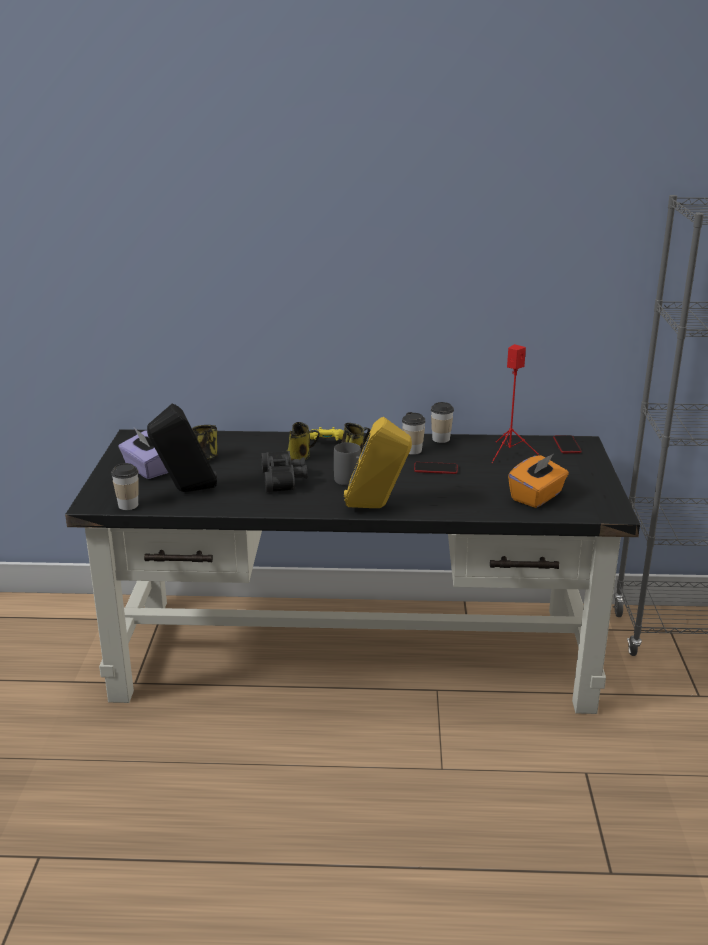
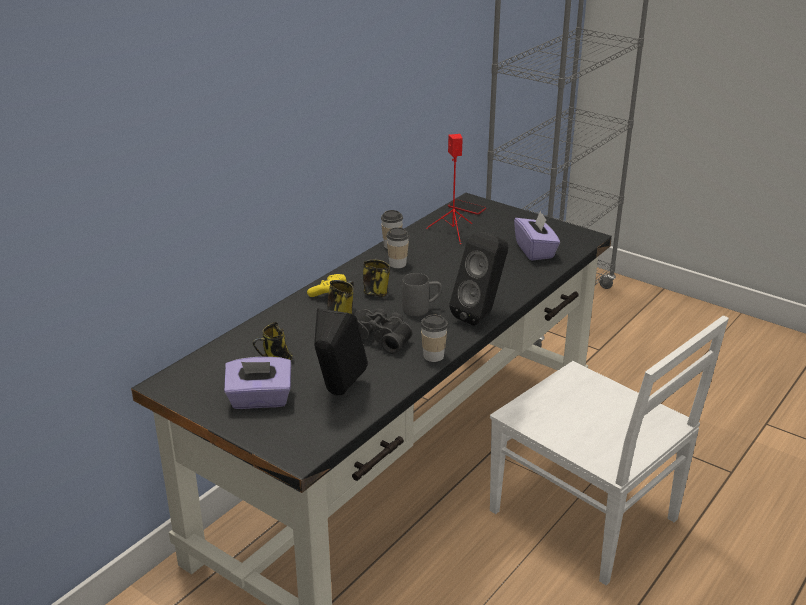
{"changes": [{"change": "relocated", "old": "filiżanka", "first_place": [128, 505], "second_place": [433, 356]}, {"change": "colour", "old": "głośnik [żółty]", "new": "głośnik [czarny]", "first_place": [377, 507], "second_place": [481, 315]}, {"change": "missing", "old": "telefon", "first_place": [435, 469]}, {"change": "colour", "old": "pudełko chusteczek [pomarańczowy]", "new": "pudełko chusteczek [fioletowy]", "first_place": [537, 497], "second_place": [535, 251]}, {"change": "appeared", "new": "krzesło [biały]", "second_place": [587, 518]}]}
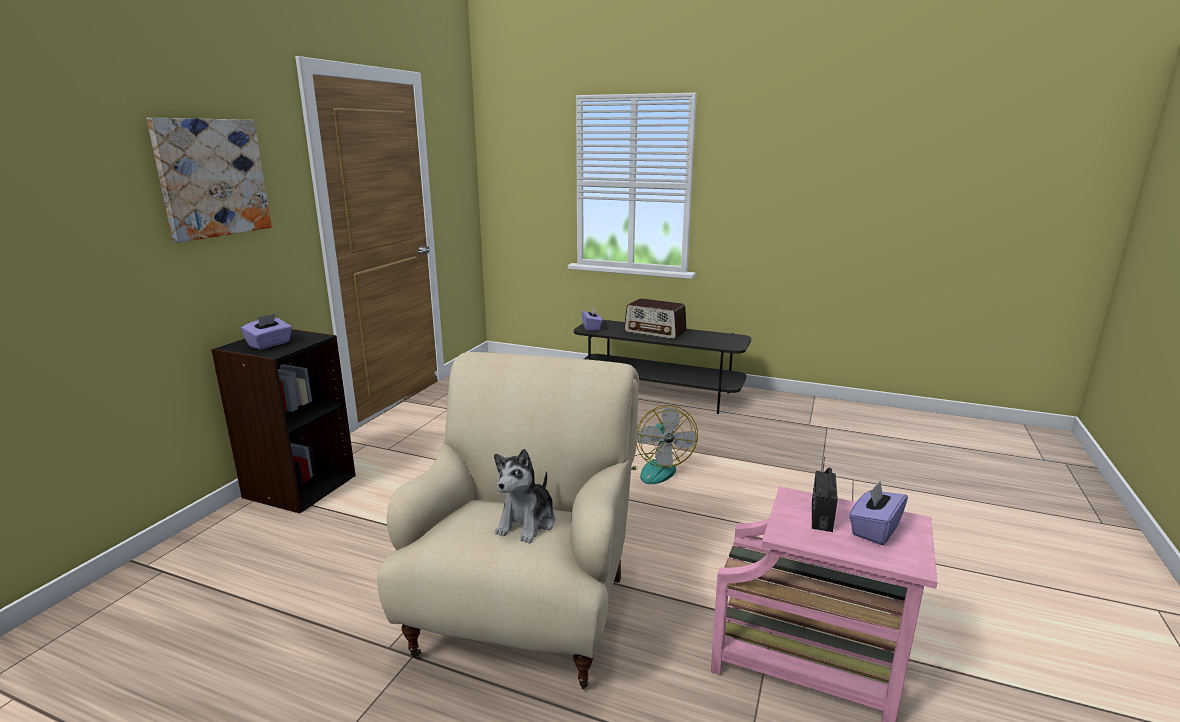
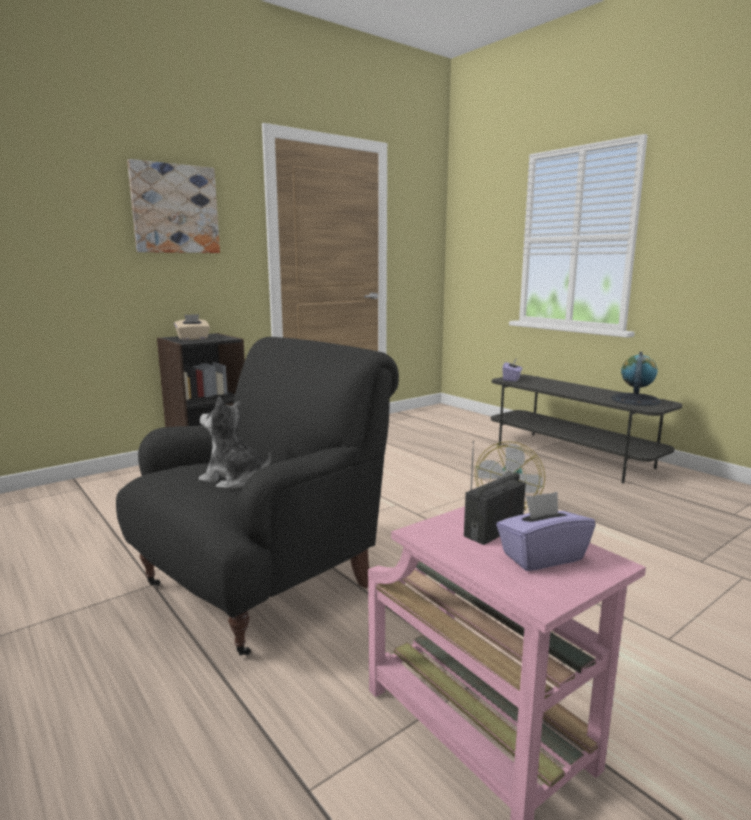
{"changes": [{"change": "colour", "old": "pudełko chusteczek [fioletowy]", "new": "pudełko chusteczek [beżowy]", "first_place": [269, 344], "second_place": [193, 338]}, {"change": "colour", "old": "fotel [beżowy]", "new": "fotel [czarny]", "first_place": [526, 612], "second_place": [264, 584]}, {"change": "spun", "old": "pluszak", "first_place": [527, 523], "second_place": [234, 479], "degrees": 60}, {"change": "missing", "old": "radio", "first_place": [655, 332]}, {"change": "appeared", "new": "globus", "second_place": [635, 400]}]}
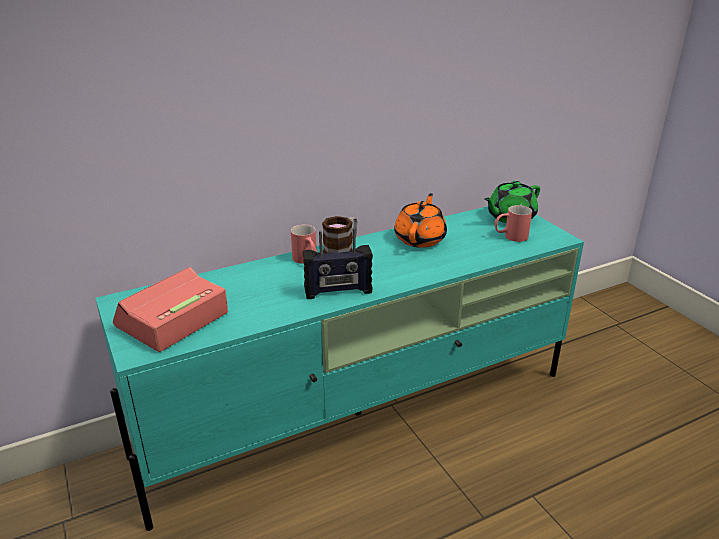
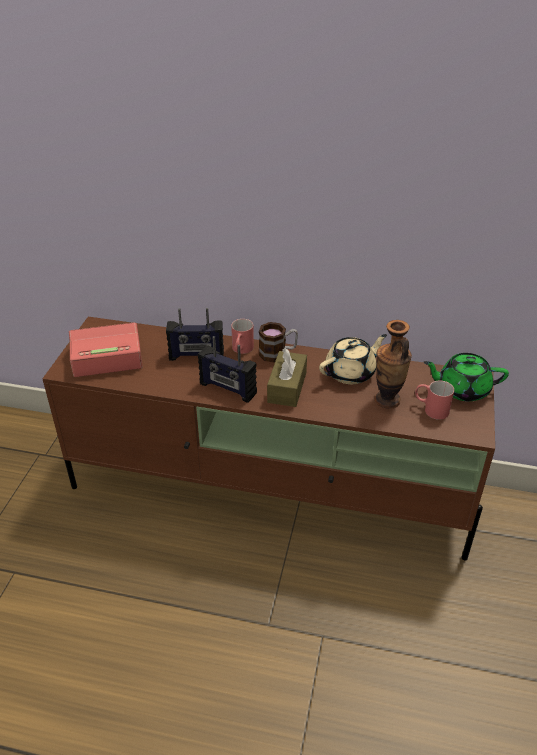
{"changes": [{"change": "colour", "old": "szafka pod telewizor [turkusowy]", "new": "szafka pod telewizor [brązowy]", "first_place": [361, 413], "second_place": [271, 492]}, {"change": "colour", "old": "imbryk [pomarańczowy]", "new": "imbryk [beżowy]", "first_place": [420, 239], "second_place": [351, 372]}, {"change": "appeared", "new": "radio", "second_place": [196, 356]}, {"change": "appeared", "new": "pudełko chusteczek [brązowy]", "second_place": [287, 387]}, {"change": "appeared", "new": "wazon", "second_place": [387, 400]}]}
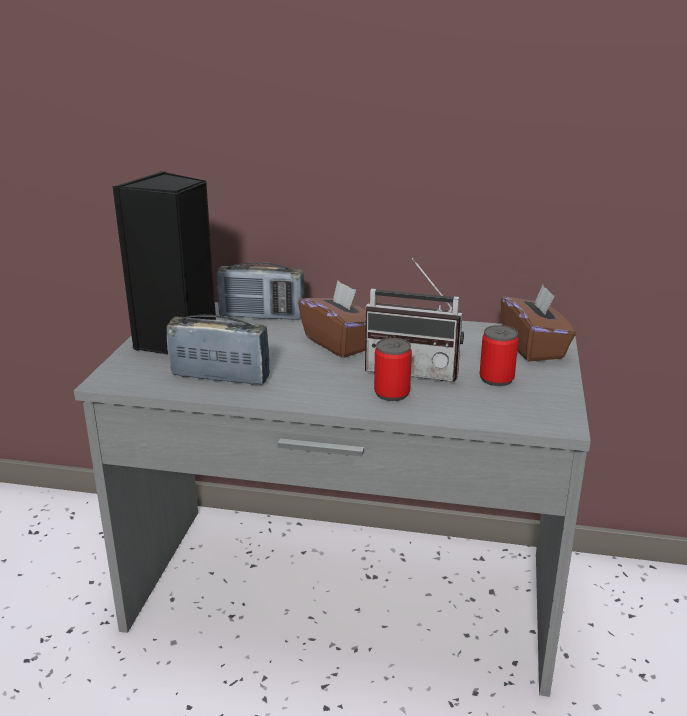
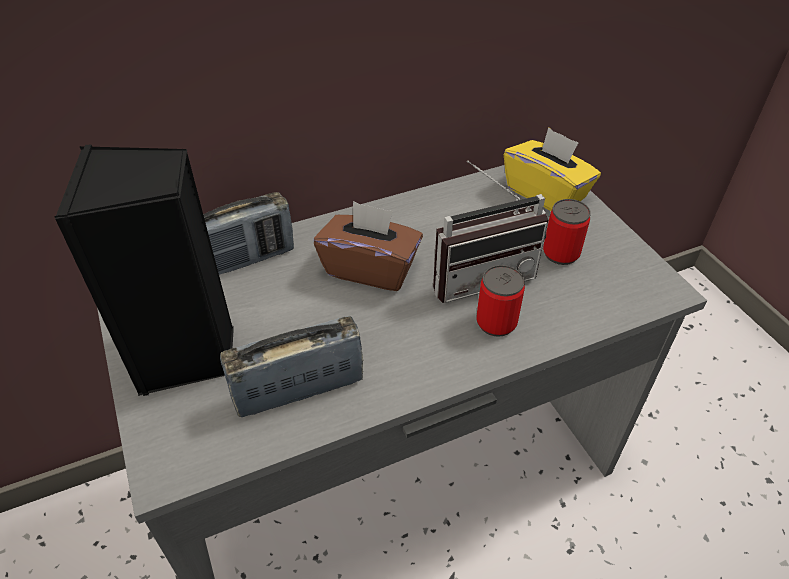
{"changes": [{"change": "colour", "old": "pudełko chusteczek [brązowy]", "new": "pudełko chusteczek [żółty]", "first_place": [534, 347], "second_place": [546, 193]}]}
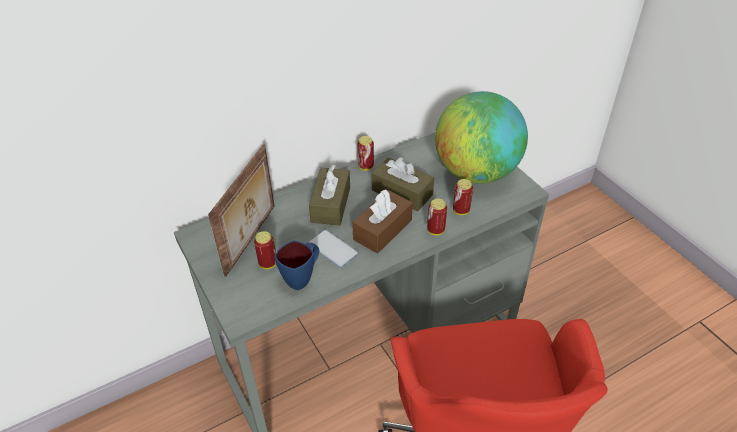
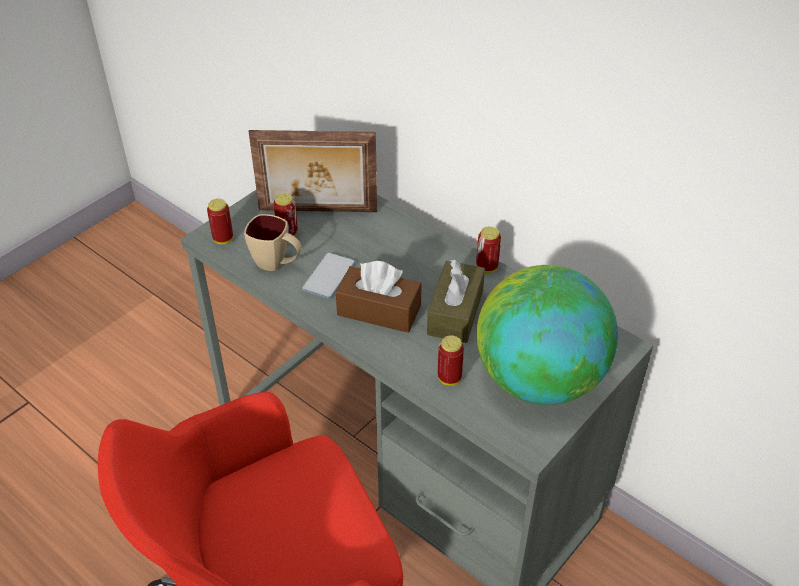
{"changes": [{"change": "colour", "old": "kubek [niebieski]", "new": "kubek [beżowy]", "first_place": [302, 277], "second_place": [277, 264]}, {"change": "missing", "old": "pudełko chusteczek [brązowy]", "first_place": [330, 204]}, {"change": "relocated", "old": "puszka", "first_place": [435, 230], "second_place": [223, 239]}]}
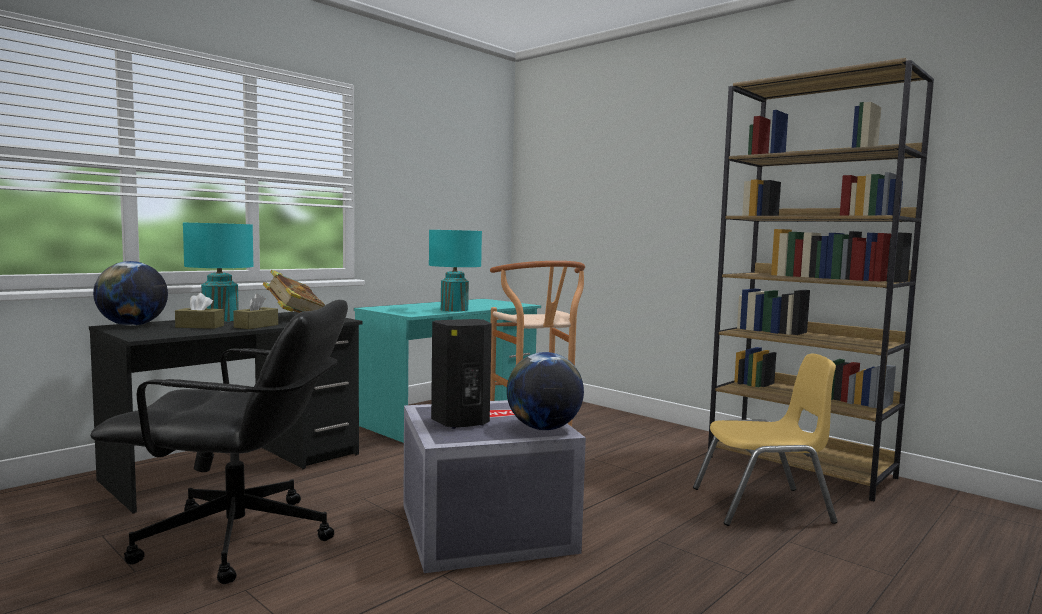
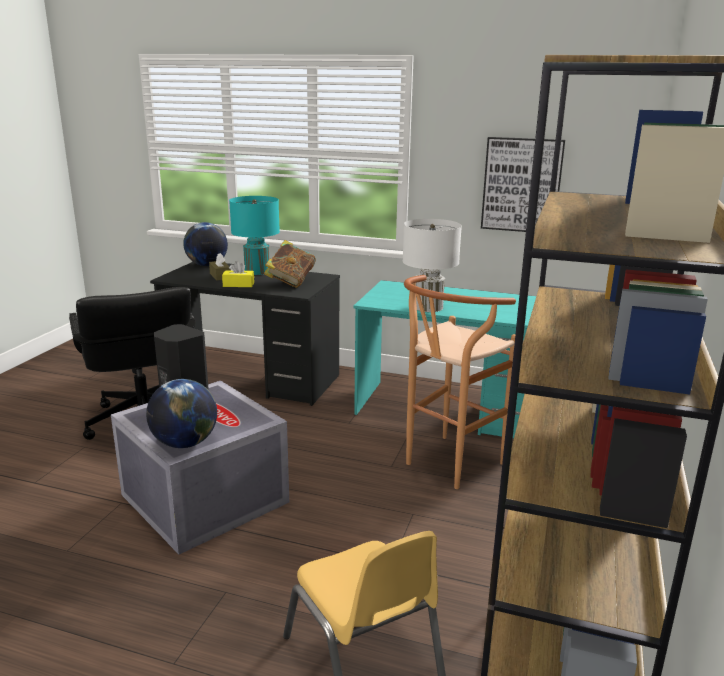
{"changes": [{"change": "colour", "old": "pudełko chusteczek [brązowy]", "new": "pudełko chusteczek [żółty]", "first_place": [256, 326], "second_place": [238, 284]}, {"change": "colour", "old": "lampa stołowa [turkusowy]", "new": "lampa stołowa [biały]", "first_place": [454, 310], "second_place": [428, 307]}, {"change": "appeared", "new": "obraz", "second_place": [521, 185]}]}
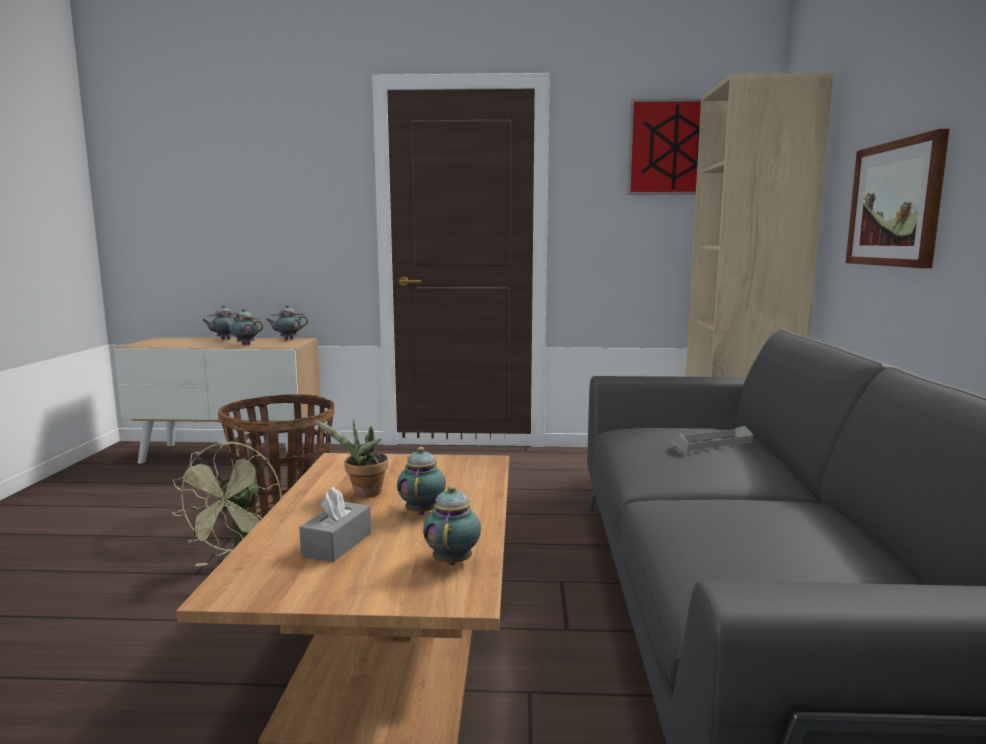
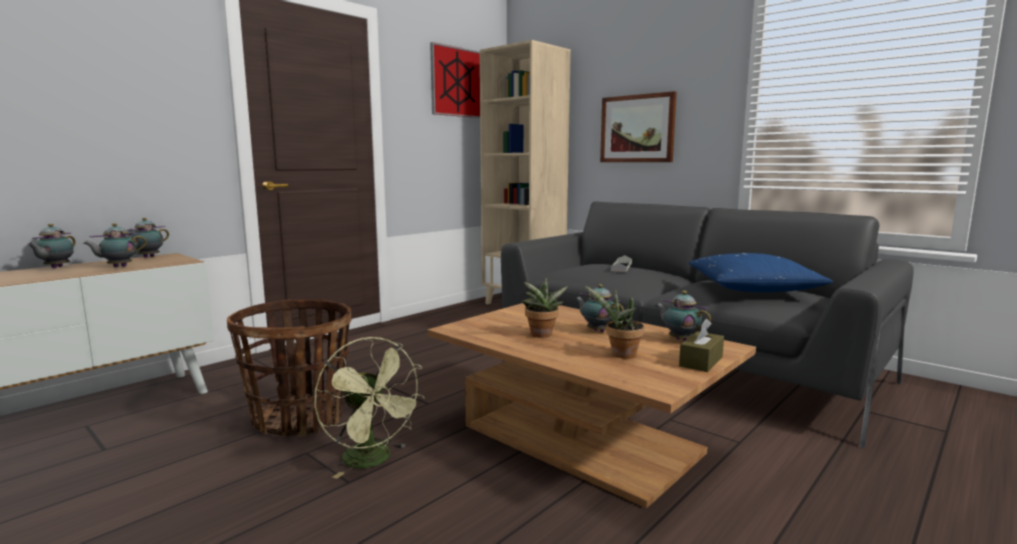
{"changes": [{"change": "exchanged", "old": "pudełko chusteczek [szary]", "new": "roślina doniczkowa", "first_place": [337, 544], "second_place": [620, 355]}, {"change": "appeared", "new": "pudełko chusteczek [brązowy]", "second_place": [701, 361]}, {"change": "appeared", "new": "poduszka [niebieski]", "second_place": [752, 289]}]}
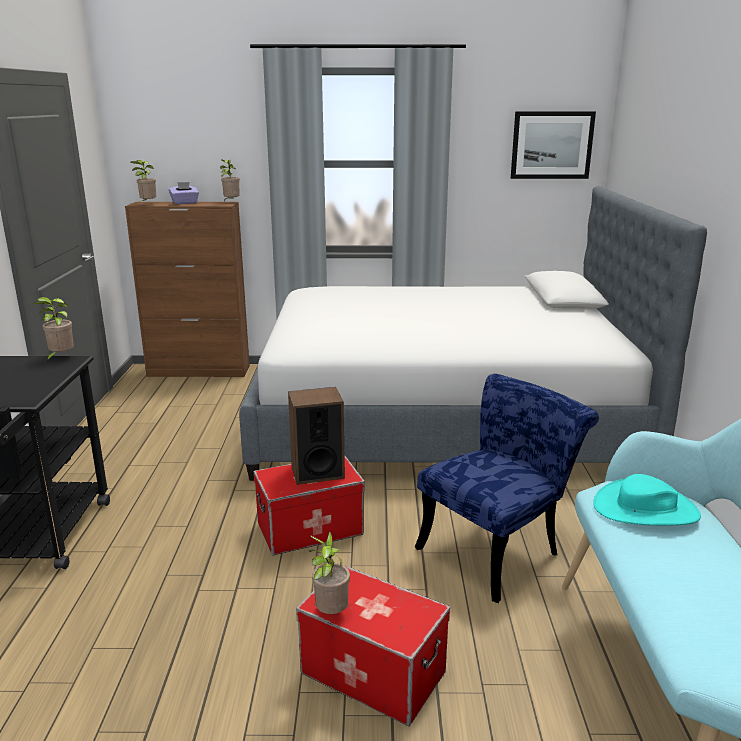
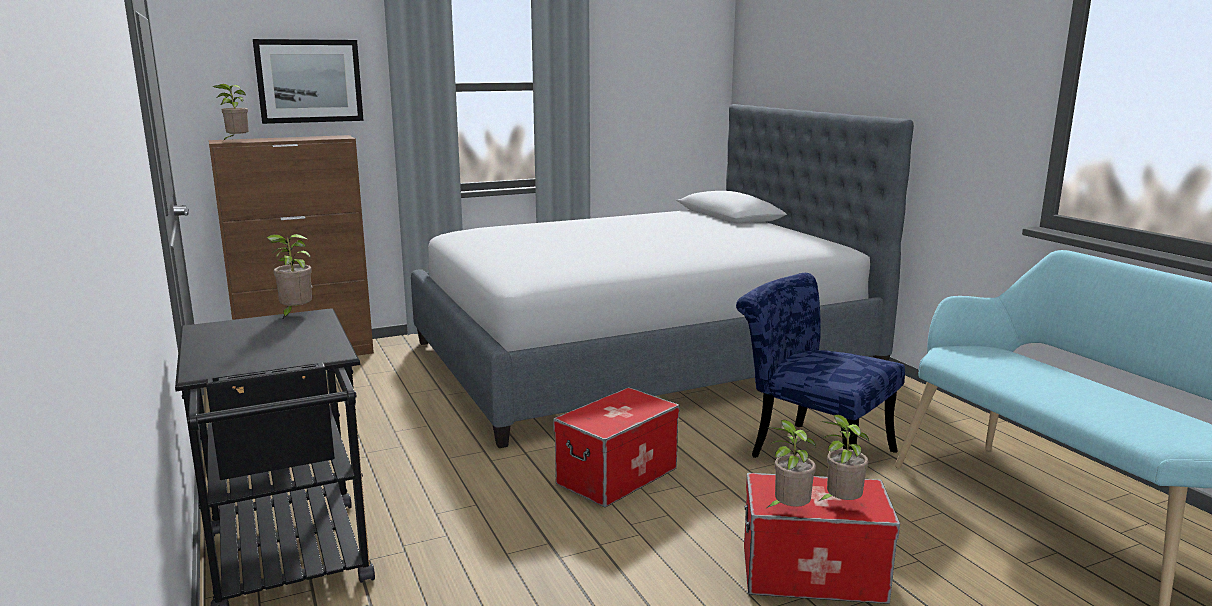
{"changes": [{"change": "missing", "old": "pudełko chusteczek [fioletowy]", "first_place": [185, 203]}, {"change": "relocated", "old": "roślina doniczkowa", "first_place": [231, 202], "second_place": [840, 504]}, {"change": "missing", "old": "głośnik", "first_place": [317, 472]}, {"change": "spun", "old": "krzesło [niebieski]", "first_place": [497, 549], "second_place": [811, 451], "degrees": -75}, {"change": "relocated", "old": "obraz", "first_place": [551, 145], "second_place": [309, 81]}, {"change": "missing", "old": "kapelusz [turkusowy]", "first_place": [645, 509]}]}
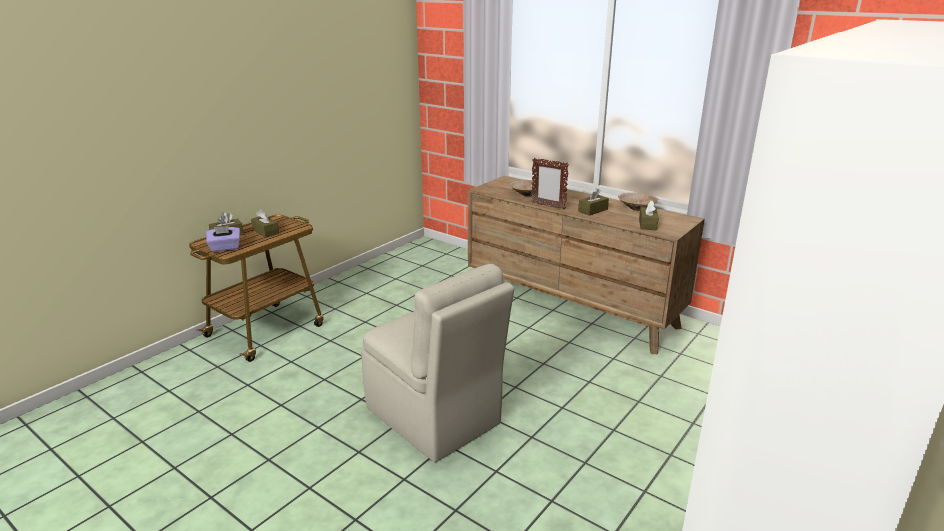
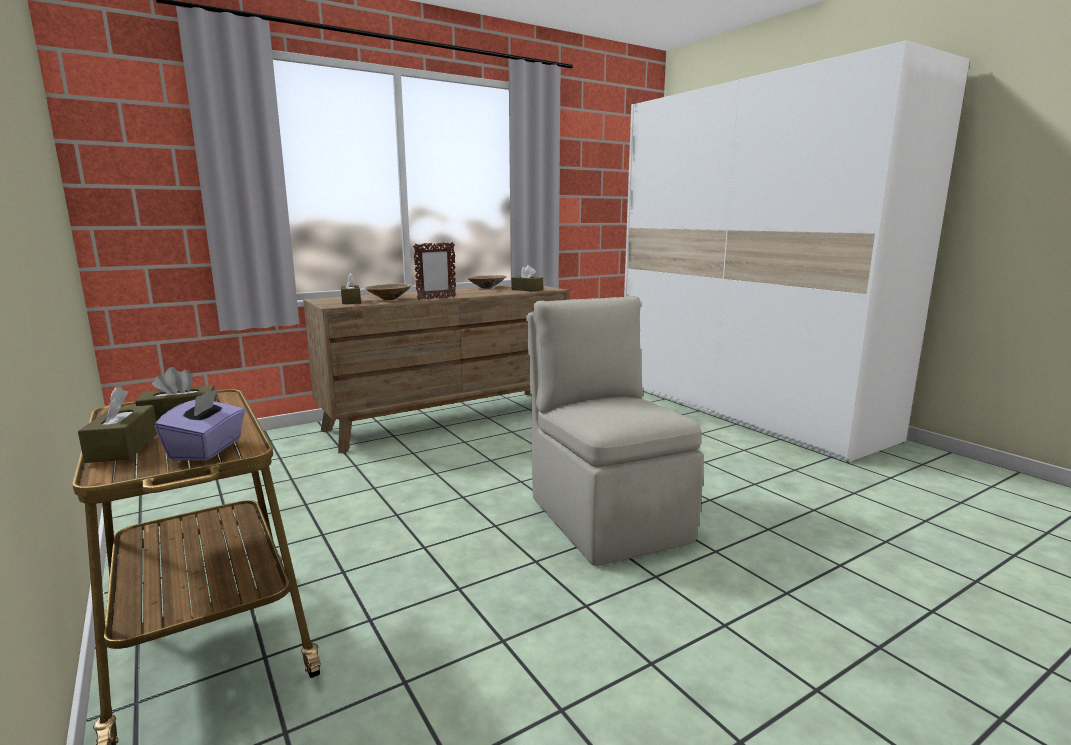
{"changes": [{"change": "spun", "old": "krzesło [beżowy]", "first_place": [434, 418], "second_place": [606, 517], "degrees": -90}, {"change": "relocated", "old": "pudełko chusteczek [brązowy]", "first_place": [593, 210], "second_place": [351, 301]}]}
